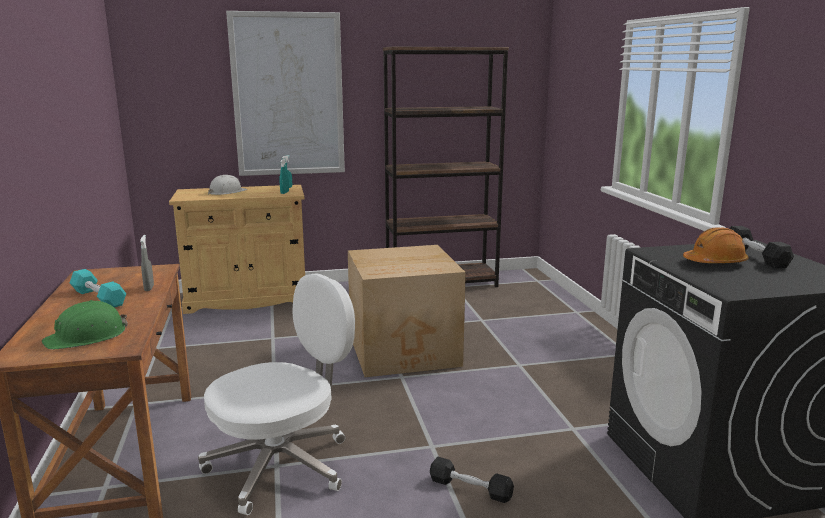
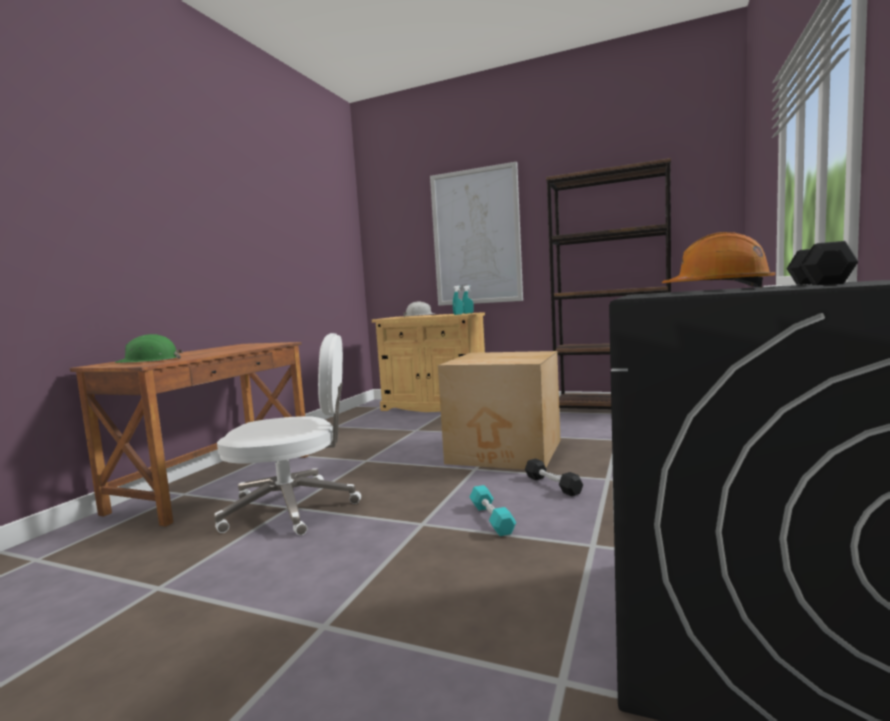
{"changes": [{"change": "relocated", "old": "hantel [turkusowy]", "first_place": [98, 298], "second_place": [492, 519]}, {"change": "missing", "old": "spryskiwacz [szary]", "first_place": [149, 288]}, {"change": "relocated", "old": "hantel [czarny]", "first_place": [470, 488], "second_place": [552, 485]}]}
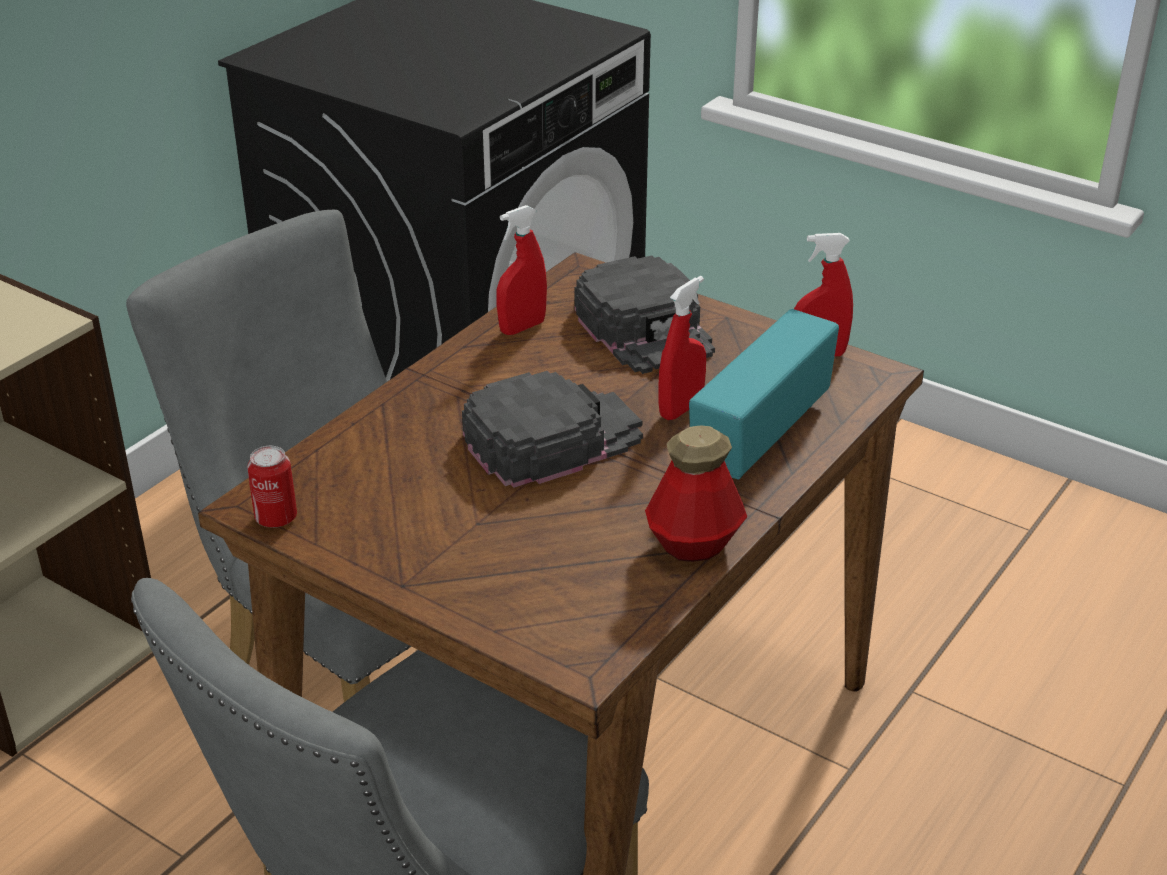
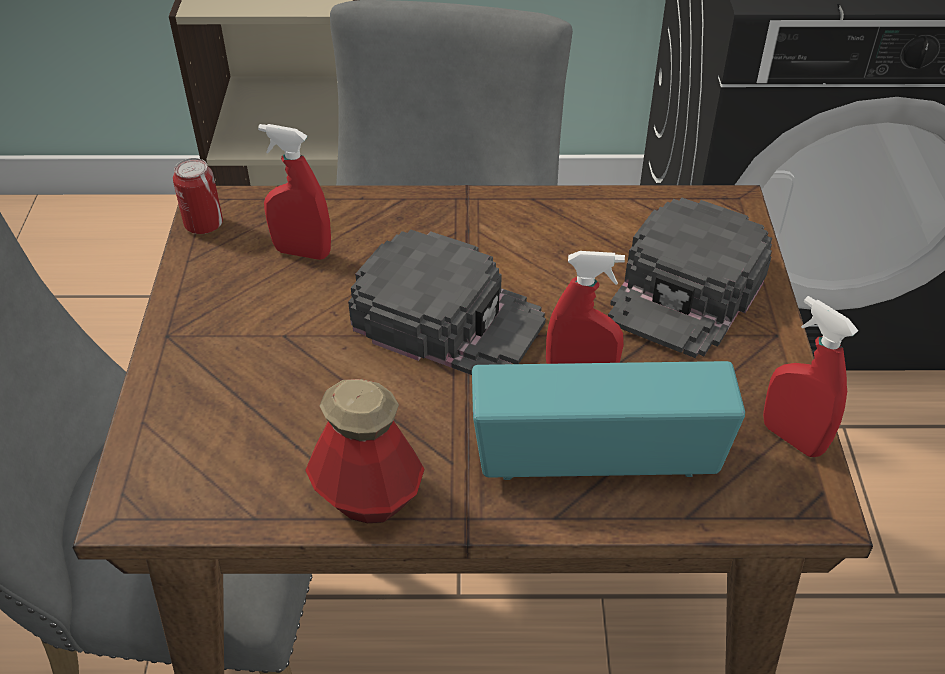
{"changes": [{"change": "relocated", "old": "spryskiwacz [czerwony]", "first_place": [522, 327], "second_place": [302, 252]}]}
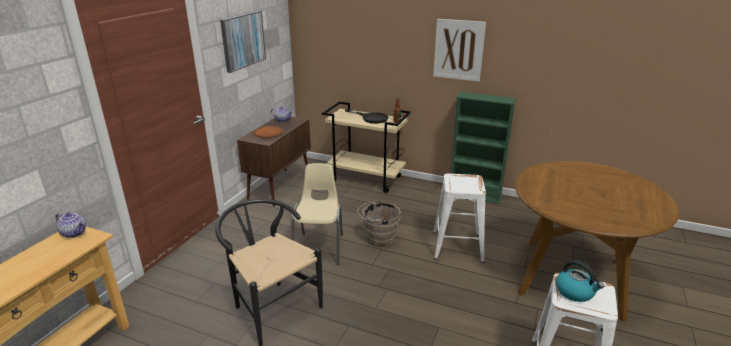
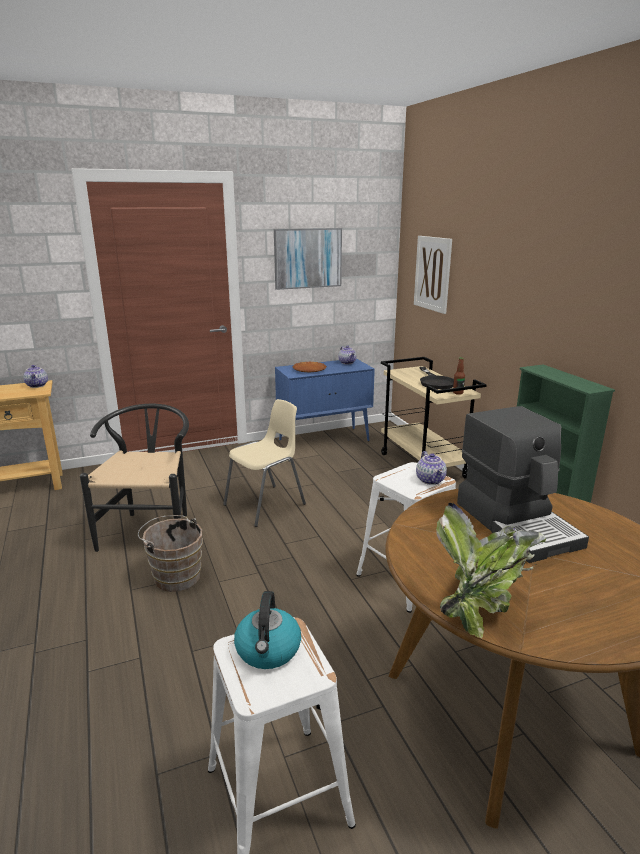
{"changes": [{"change": "colour", "old": "szafka [brązowy]", "new": "szafka [niebieski]", "first_place": [280, 187], "second_place": [325, 440]}, {"change": "relocated", "old": "wiadro [brązowy]", "first_place": [378, 239], "second_place": [175, 575]}, {"change": "relocated", "old": "obraz", "first_place": [458, 50], "second_place": [432, 273]}, {"change": "appeared", "new": "imbryk", "second_place": [431, 480]}, {"change": "appeared", "new": "roślina doniczkowa", "second_place": [480, 605]}, {"change": "appeared", "new": "ekspres do kawy", "second_place": [517, 523]}]}
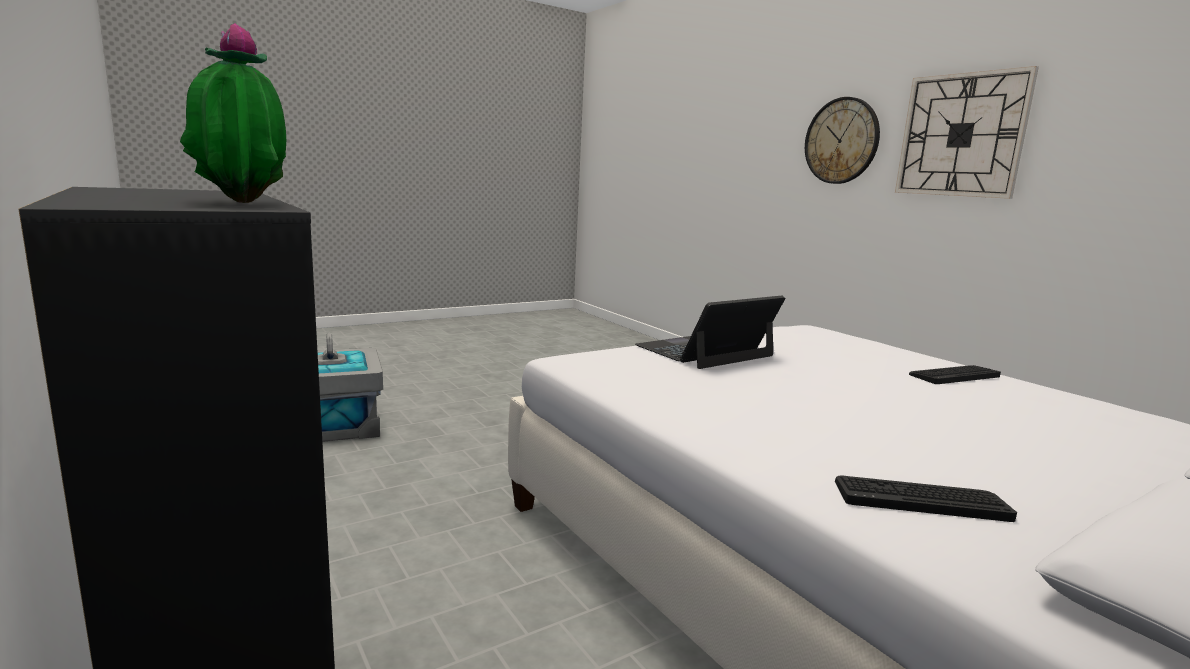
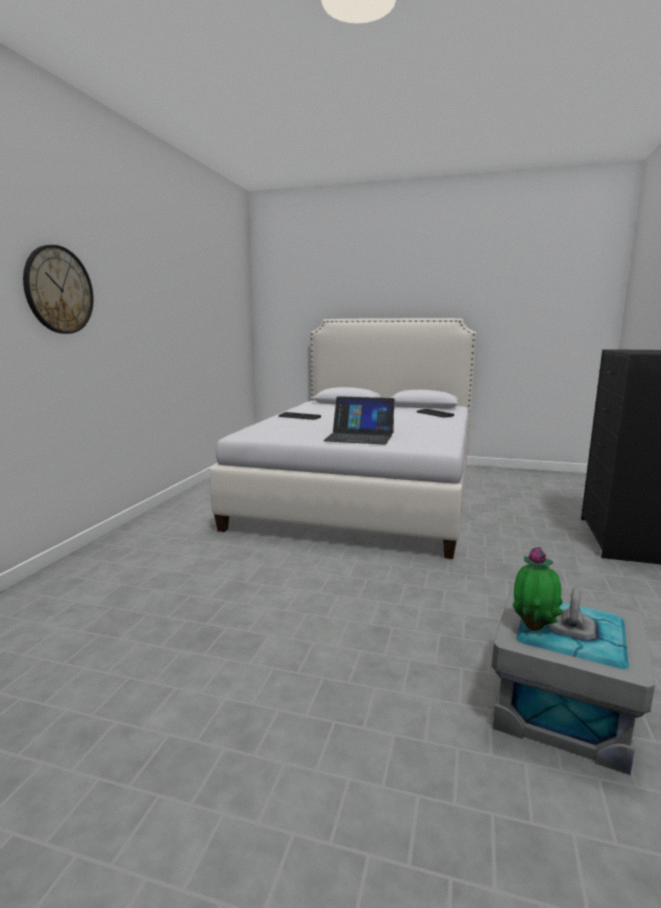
{"changes": [{"change": "relocated", "old": "roślina doniczkowa", "first_place": [242, 203], "second_place": [534, 626]}, {"change": "missing", "old": "zegar ścienny", "first_place": [961, 135]}]}
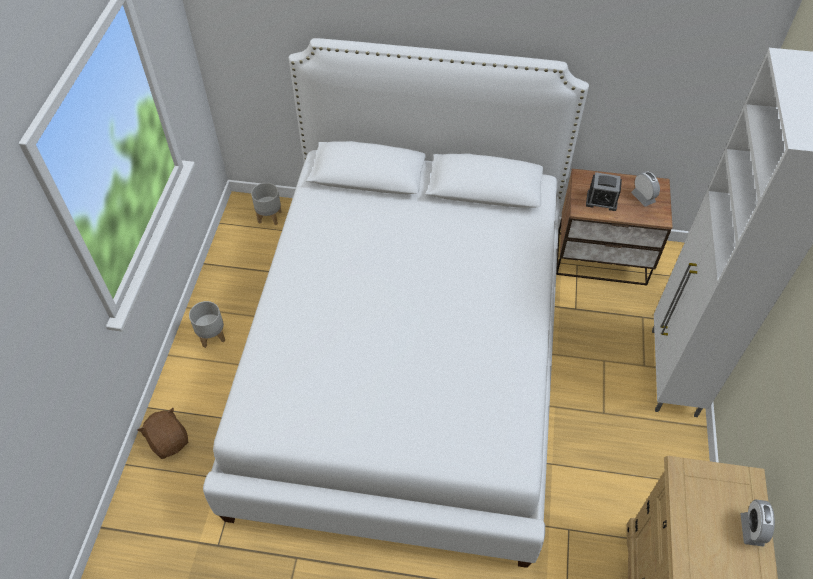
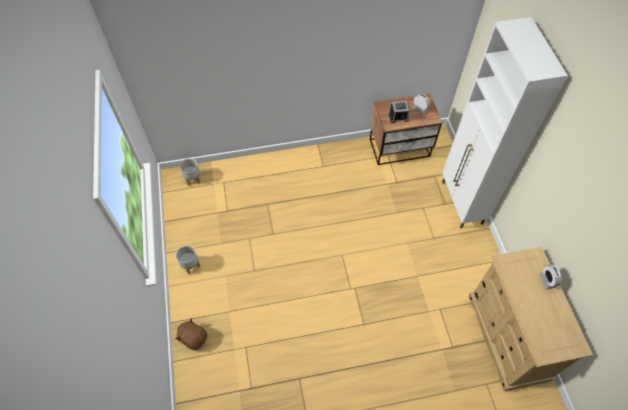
{"changes": [{"change": "missing", "old": "łóżko [biały]", "first_place": [407, 359]}]}
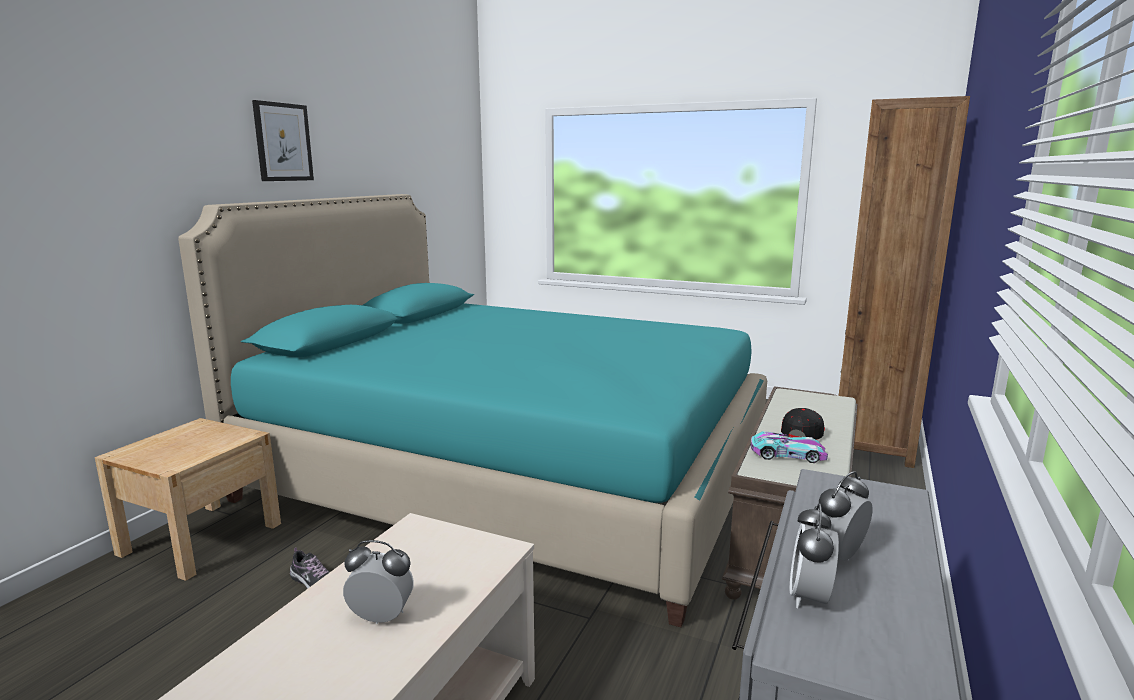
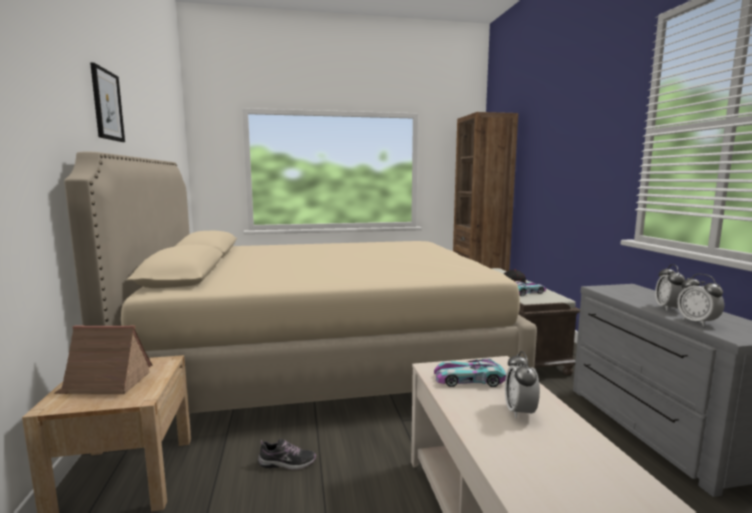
{"changes": [{"change": "colour", "old": "łóżko [turkusowy]", "new": "łóżko [beżowy]", "first_place": [510, 476], "second_place": [323, 359]}, {"change": "spun", "old": "budzik", "first_place": [381, 617], "second_place": [519, 412], "degrees": -60}, {"change": "appeared", "new": "domek", "second_place": [105, 383]}, {"change": "appeared", "new": "samochodzik", "second_place": [469, 379]}]}
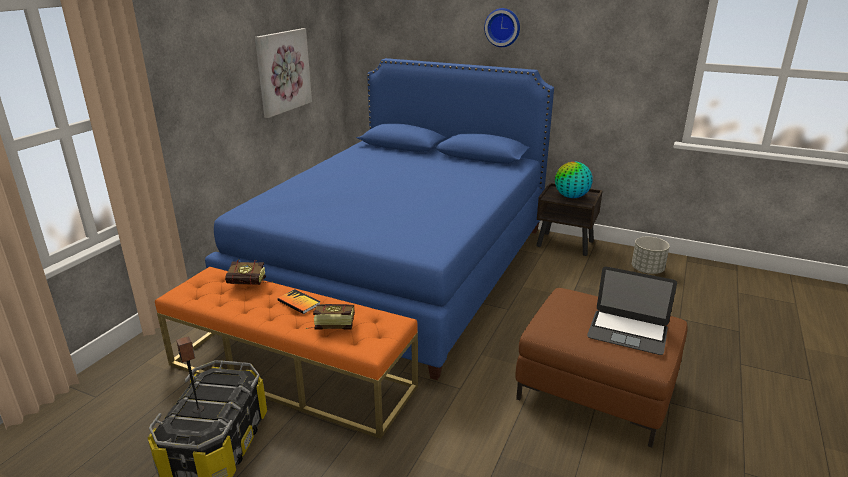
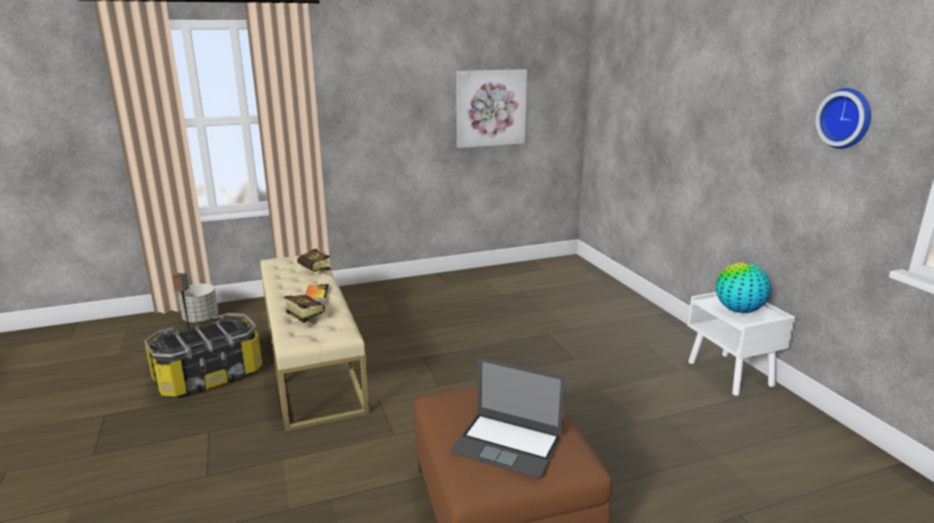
{"changes": [{"change": "colour", "old": "ławka [pomarańczowy]", "new": "ławka [beżowy]", "first_place": [291, 375], "second_place": [311, 360]}, {"change": "missing", "old": "łóżko [niebieski]", "first_place": [399, 268]}, {"change": "relocated", "old": "zegar ścienny", "first_place": [503, 27], "second_place": [846, 118]}, {"change": "colour", "old": "szafka nocna [brązowy]", "new": "szafka nocna [biały]", "first_place": [565, 244], "second_place": [731, 374]}, {"change": "spun", "old": "laptop", "first_place": [627, 332], "second_place": [507, 444], "degrees": -45}, {"change": "relocated", "old": "donica [szary]", "first_place": [647, 270], "second_place": [200, 319]}]}
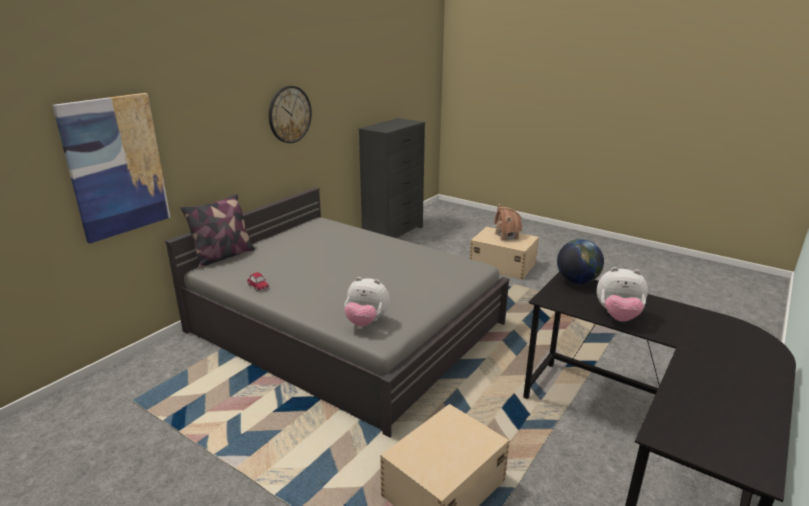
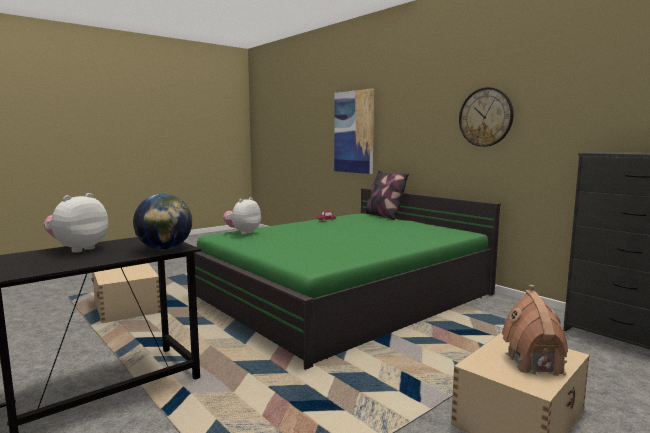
{"changes": [{"change": "colour", "old": "łóżko [szary]", "new": "łóżko [zielony]", "first_place": [345, 327], "second_place": [345, 296]}]}
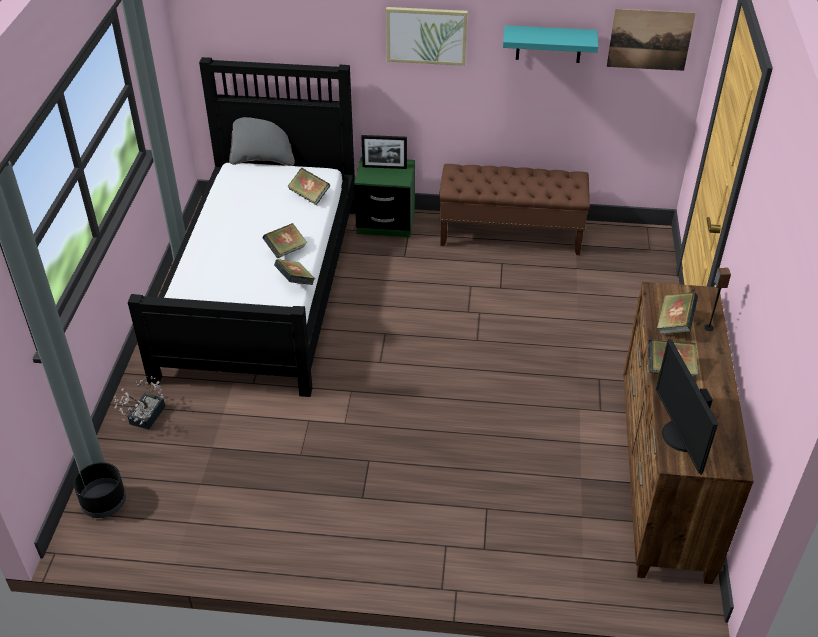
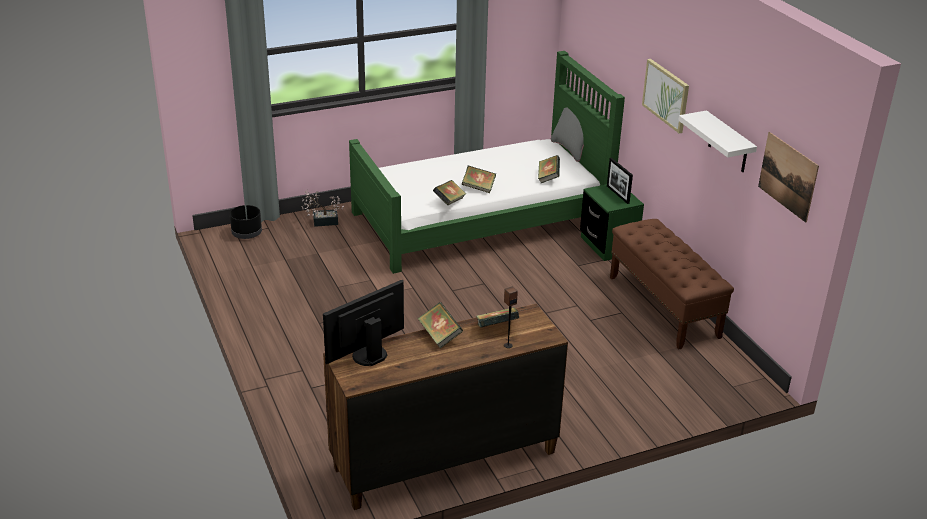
{"changes": [{"change": "colour", "old": "łóżko [czarny]", "new": "łóżko [zielony]", "first_place": [262, 286], "second_place": [481, 219]}, {"change": "colour", "old": "półka [turkusowy]", "new": "półka [biały]", "first_place": [549, 44], "second_place": [728, 143]}]}
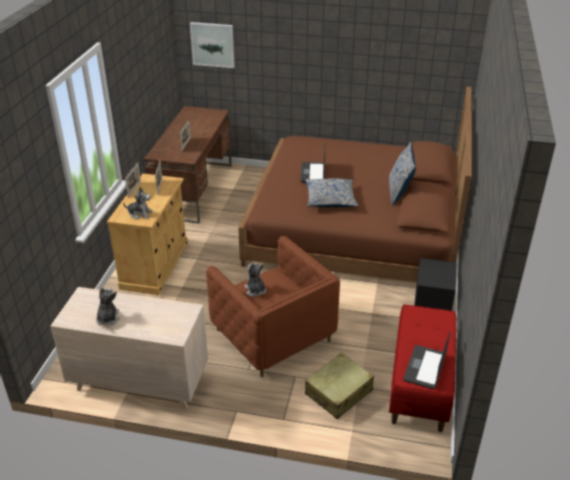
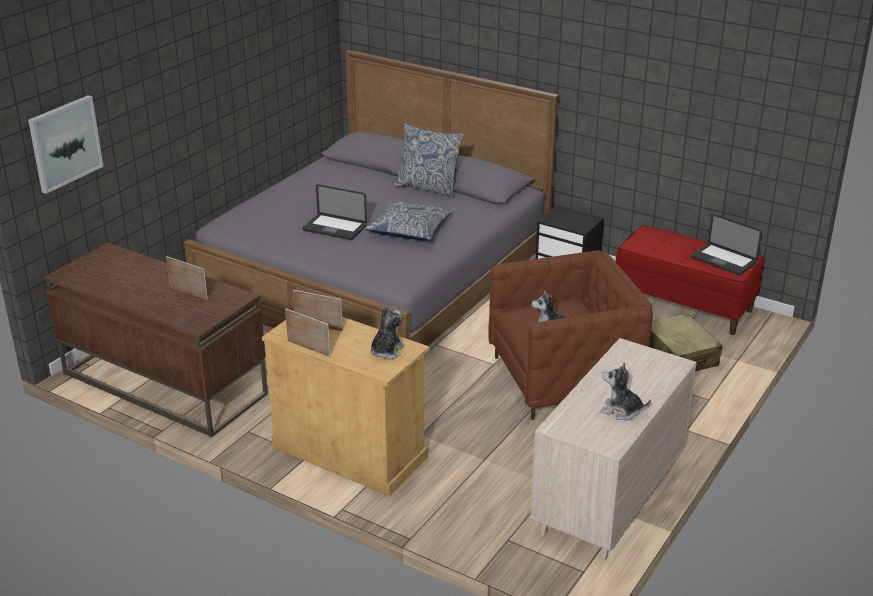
{"changes": [{"change": "colour", "old": "łóżko [brązowy]", "new": "łóżko [szary]", "first_place": [355, 227], "second_place": [377, 274]}]}
